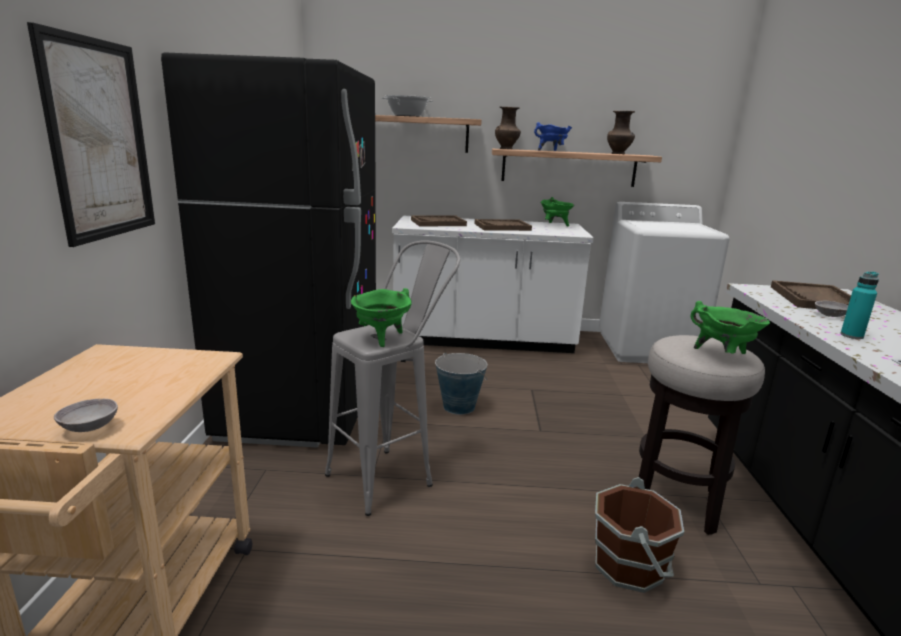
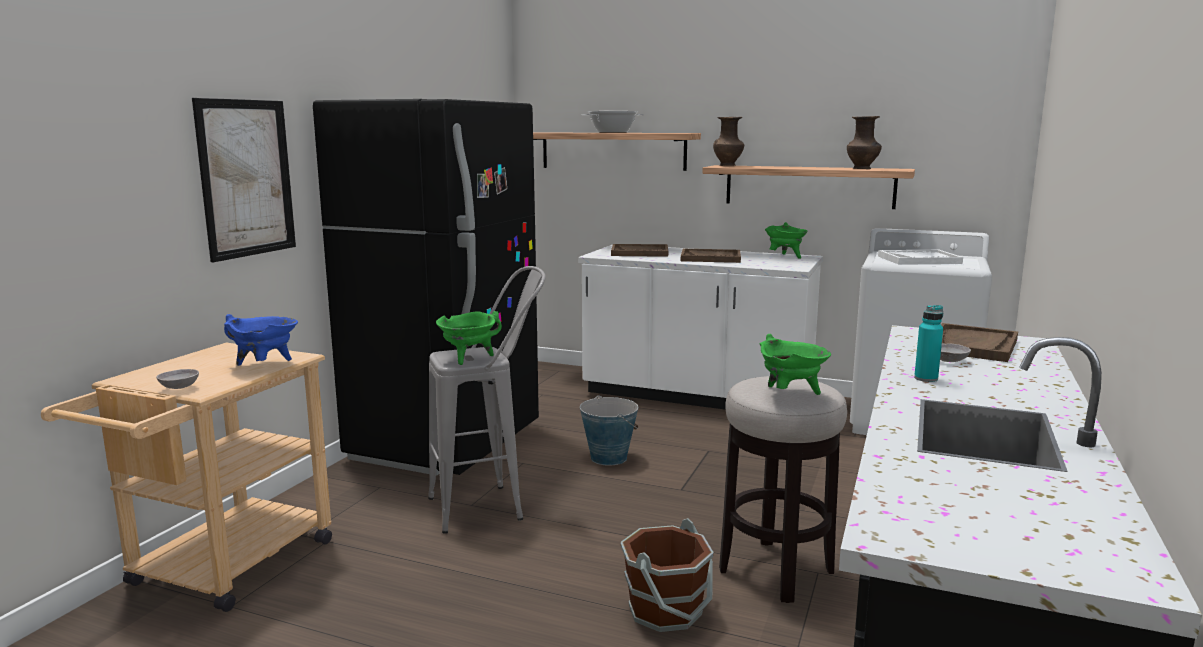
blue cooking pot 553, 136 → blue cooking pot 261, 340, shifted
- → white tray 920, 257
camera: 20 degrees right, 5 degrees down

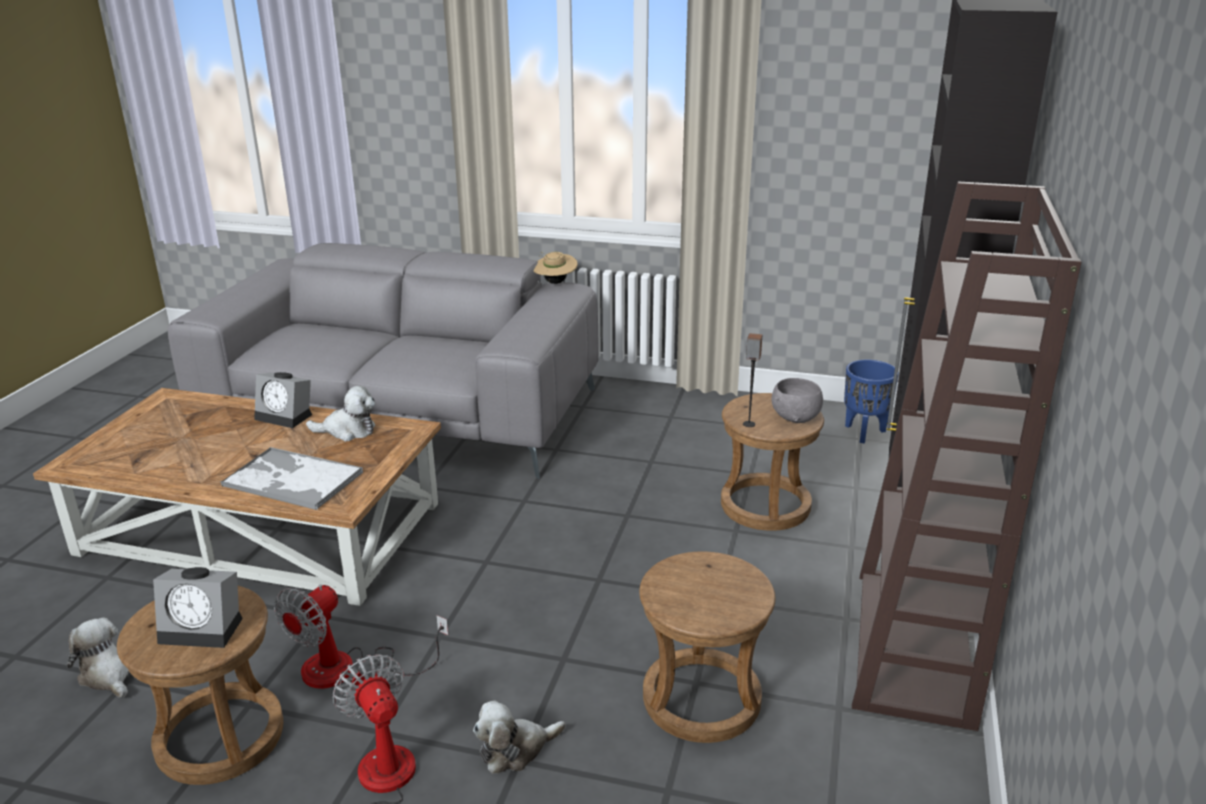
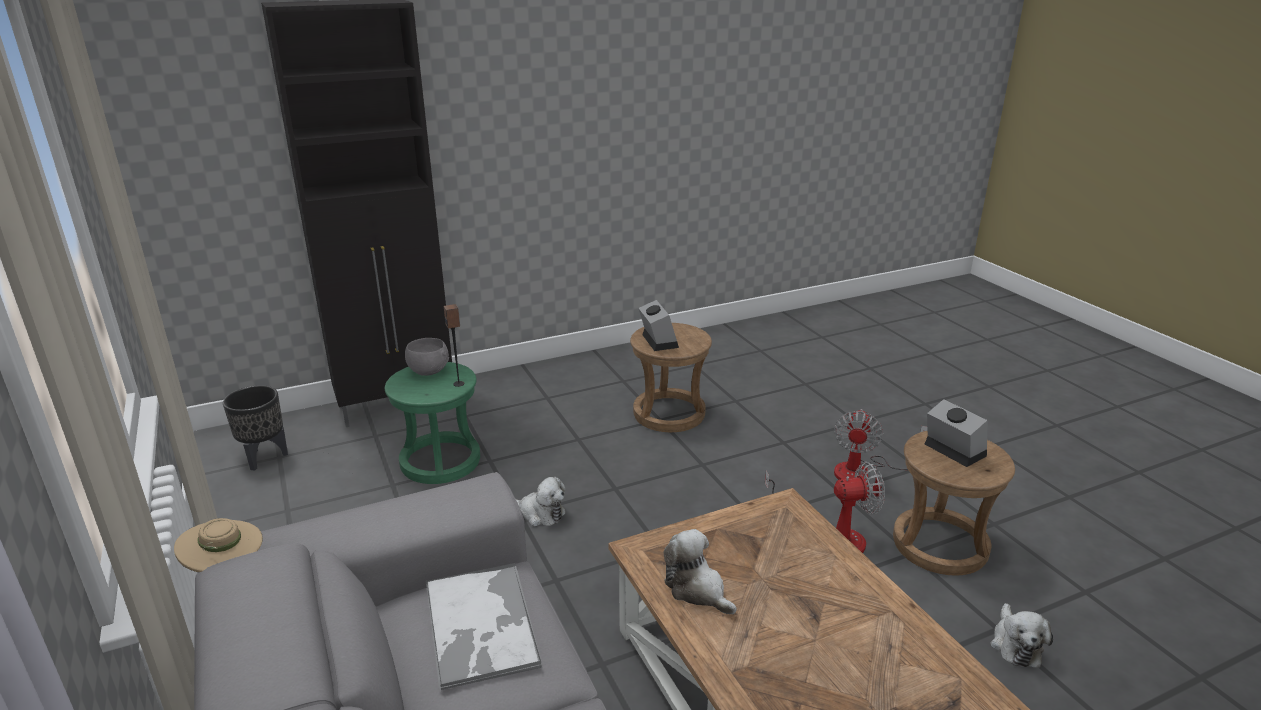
tray 291, 478 → tray 484, 626, shifted
alarm clock 283, 400 → alarm clock 658, 325, shifted
plush toy 519, 737 → plush toy 541, 502, shifted
brown stool 772, 462 → green stool 432, 423
blue planter 871, 401 → black planter 255, 427
brown bookcase 967, 456 → -
camera: 130 degrees left, 0 degrees up

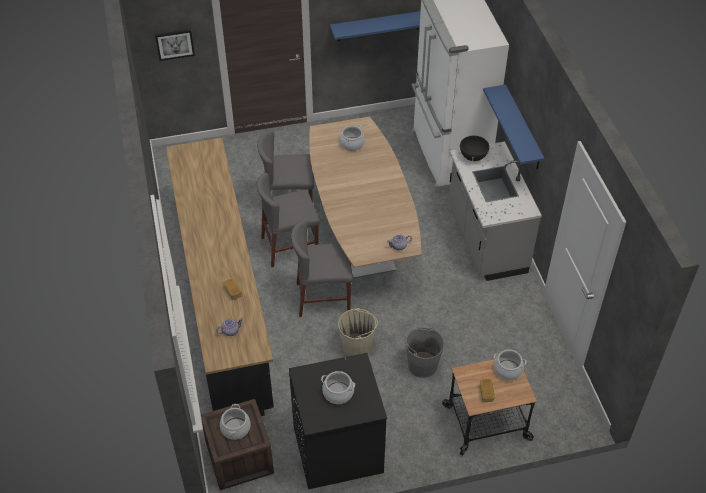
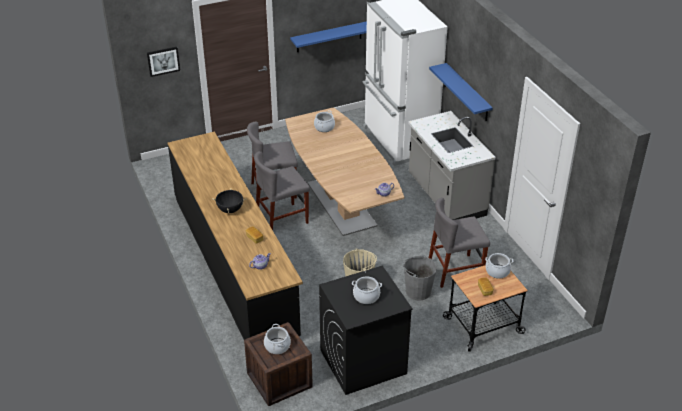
grey chair 322, 269 → grey chair 459, 243, shifted
black cooking pot 474, 147 → black cooking pot 229, 200, shifted
camera: 10 degrees left, 10 degrees down

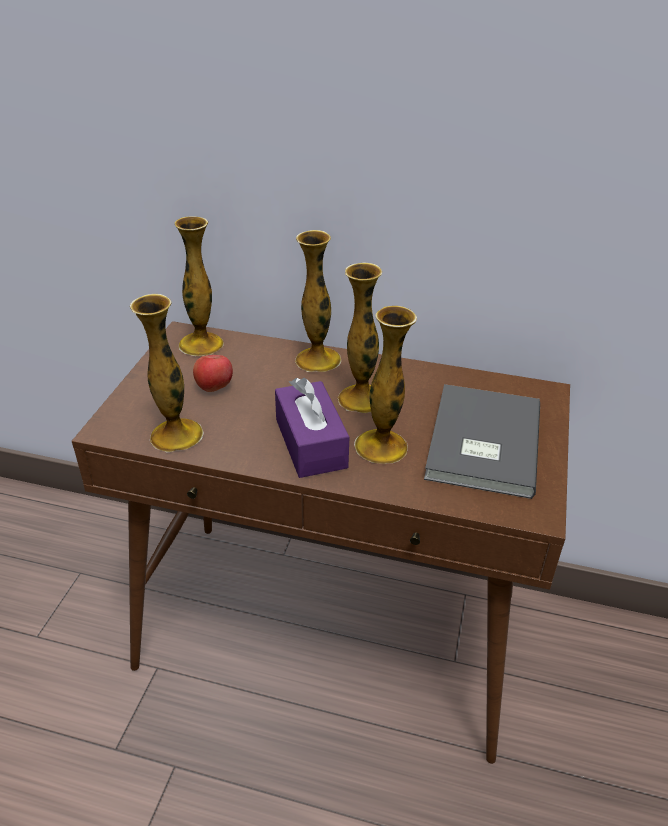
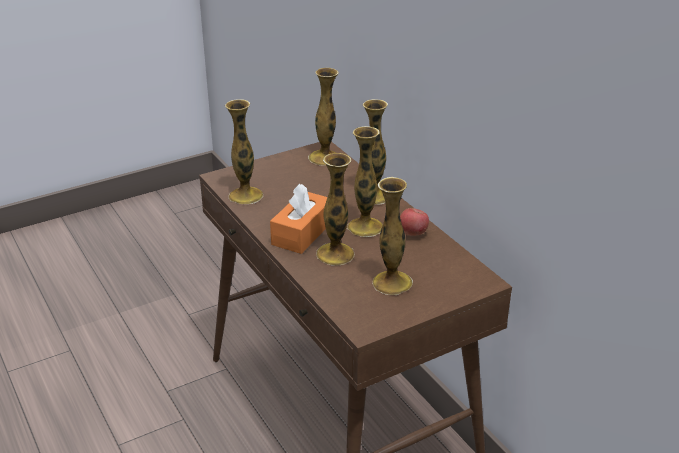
apple 213, 373 → apple 414, 222, shifted
purple tissue box 312, 428 → orange tissue box 298, 219
grey book 482, 441 → vase 392, 236
camera: 45 degrees right, 5 degrees down

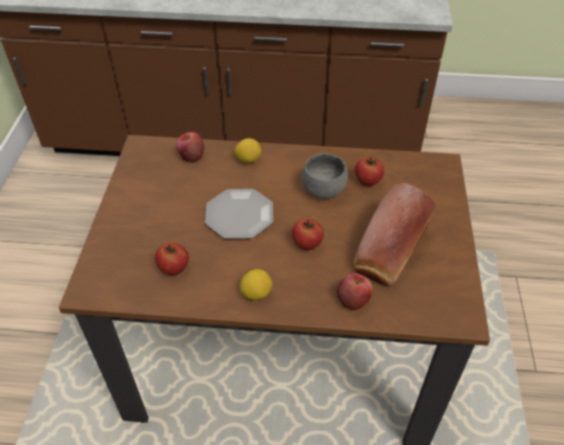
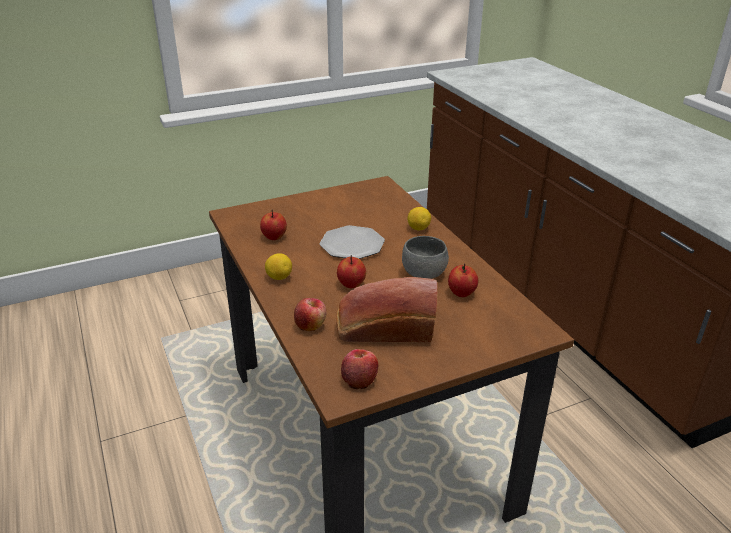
apple 190, 147 → apple 359, 369, shifted
camera: 60 degrees right, 15 degrees down

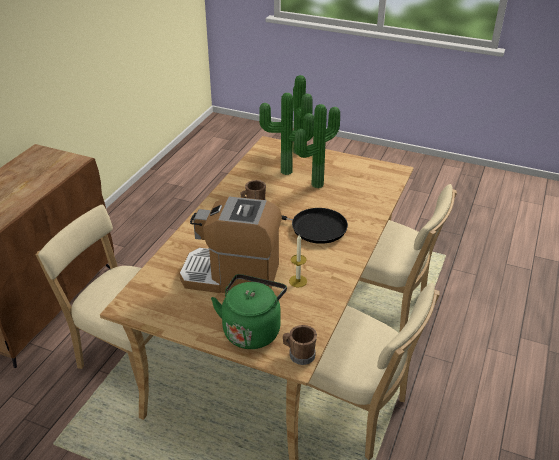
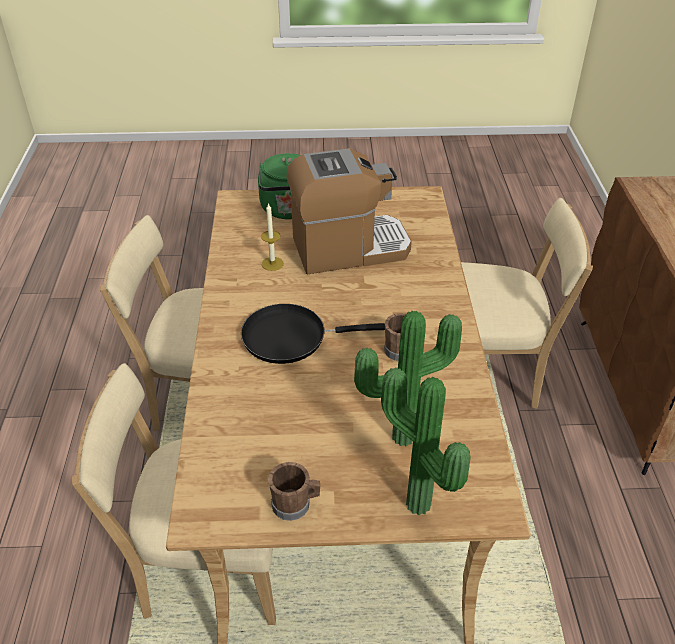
brown mug 300, 345 → brown mug 294, 491, shifted
potted plant 317, 146 → -
camera: 155 degrees right, 5 degrees up

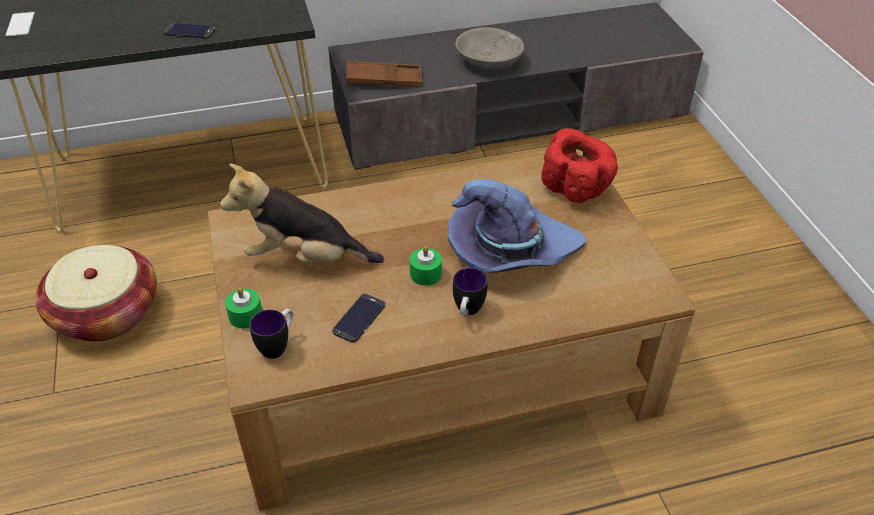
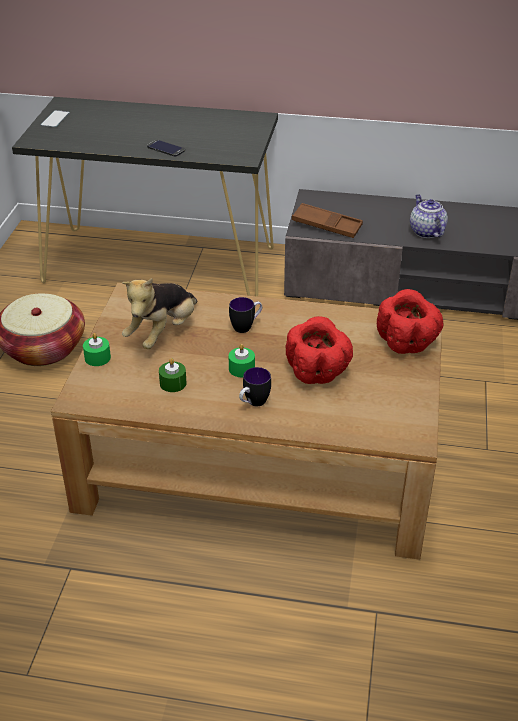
plush toy 302, 213 → plush toy 159, 313, 90 degrees counterclockwise
mug 271, 334 → mug 245, 315, shifted
phone 358, 318 → green candle 173, 375
purple hat 517, 226 → red bowl 319, 350
grey bowl 489, 48 → teapot 429, 216
camera: 25 degrees right, 5 degrees down

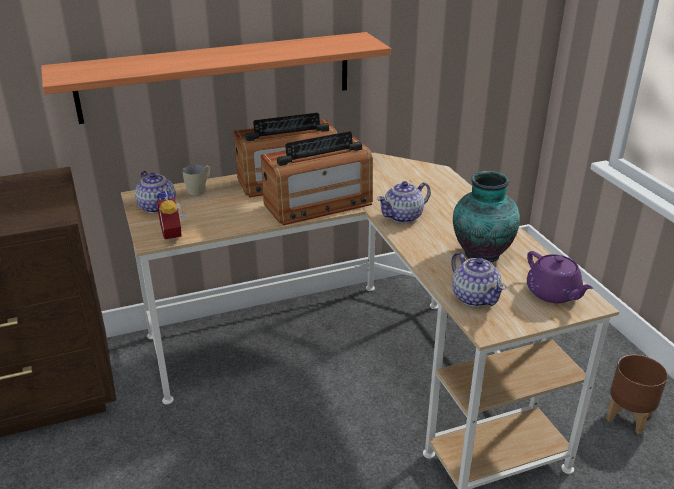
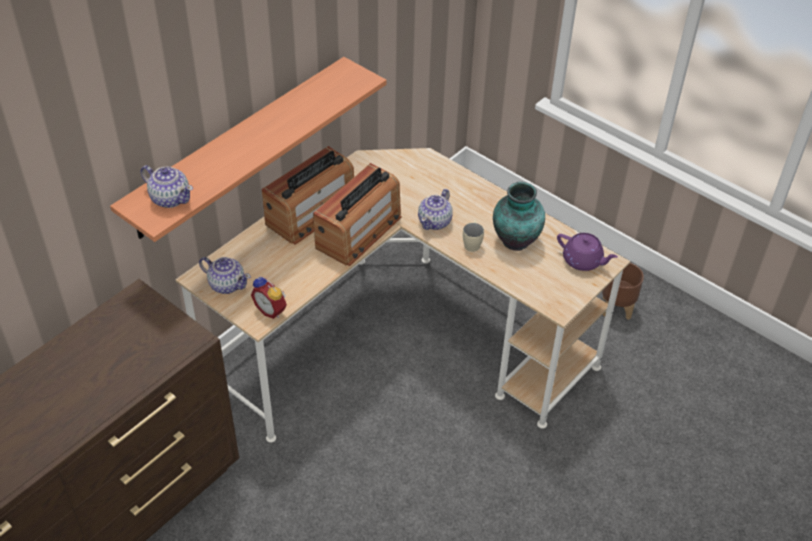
beige mug 196, 180 → beige mug 473, 236, shifted
teapot 478, 279 → teapot 167, 186, shifted
camera: 30 degrees left, 15 degrees up

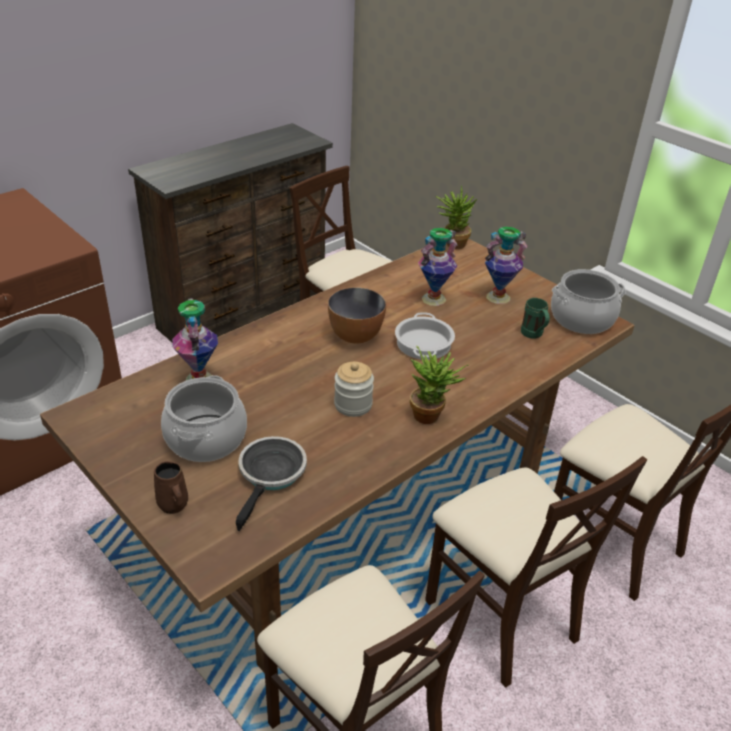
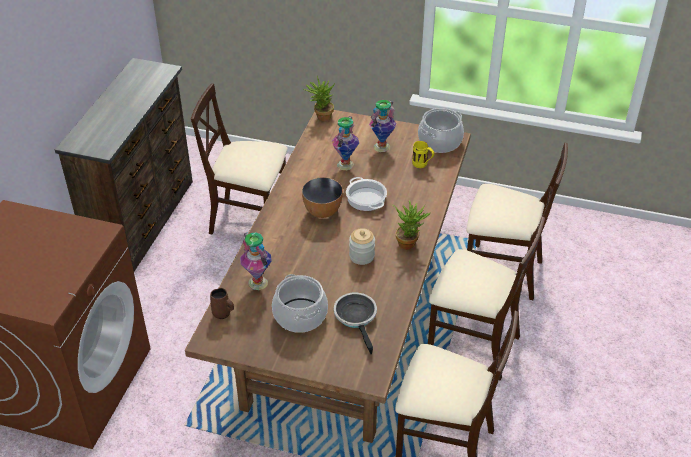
brown mug 171, 487 → brown mug 222, 303, shifted
green mug 535, 318 → yellow mug 423, 154
camera: 30 degrees left, 5 degrees up

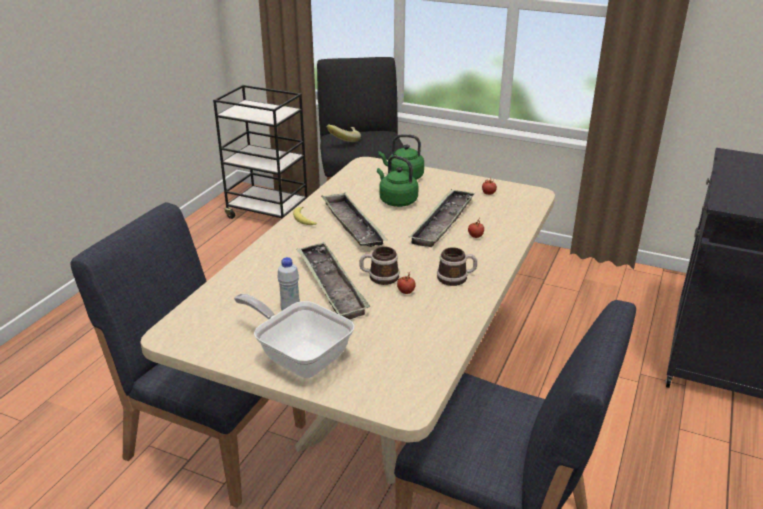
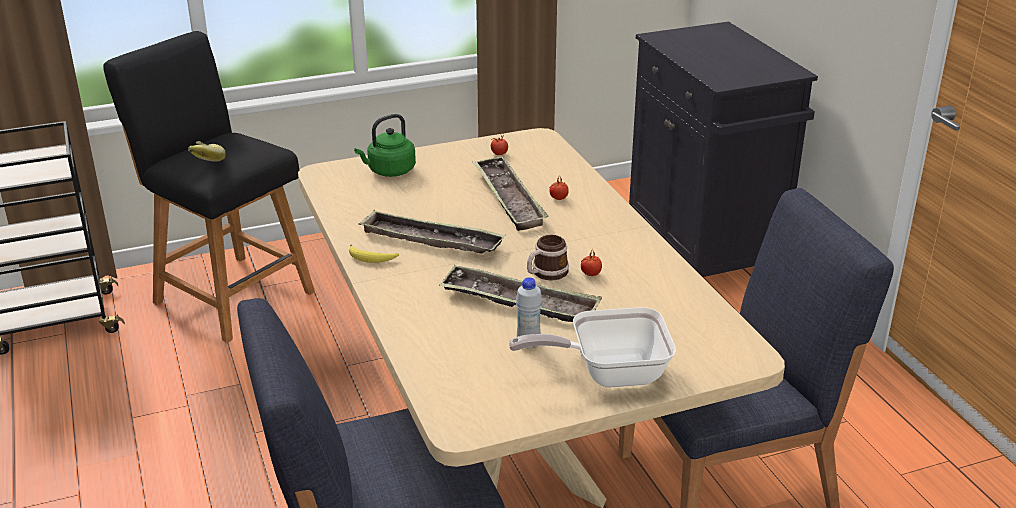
green kettle 398, 181 → -
mug 457, 266 → -
camera: 45 degrees left, 0 degrees up

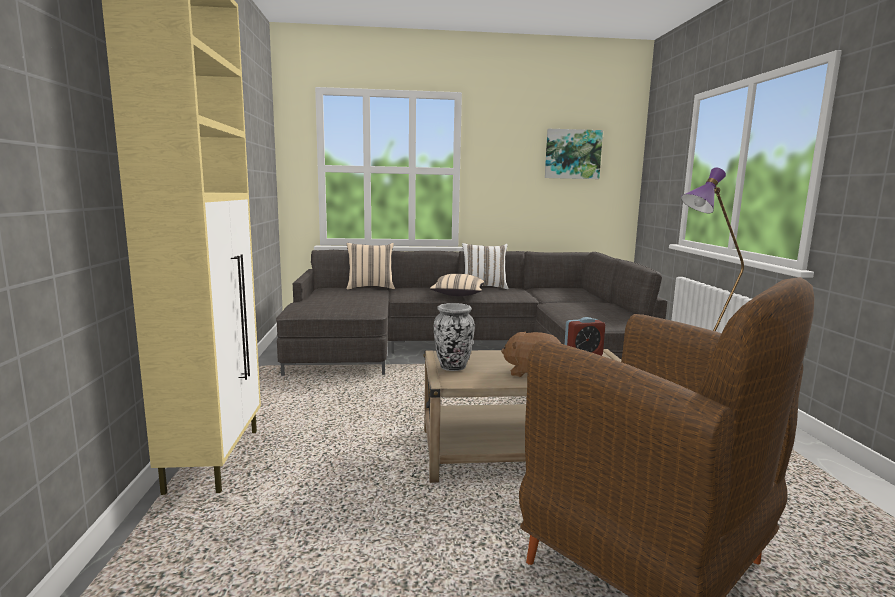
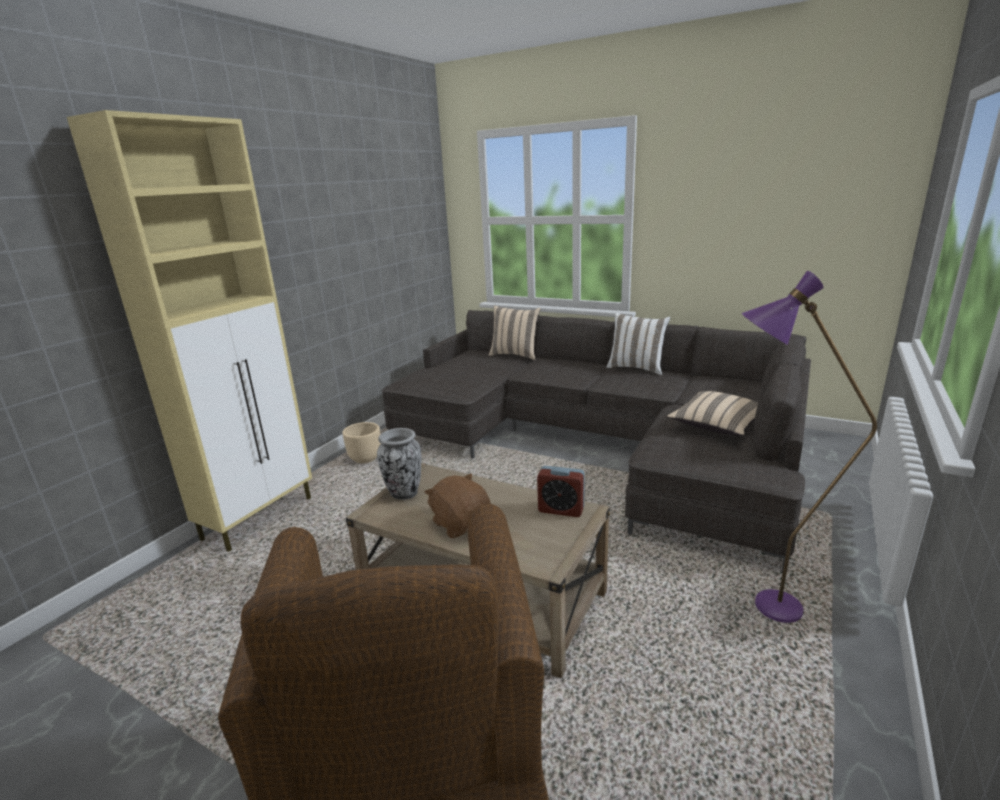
beige pillow 457, 285 → beige pillow 712, 413, shifted
picture 574, 154 → -
- → beige planter 361, 442
camera: 35 degrees right, 10 degrees up

